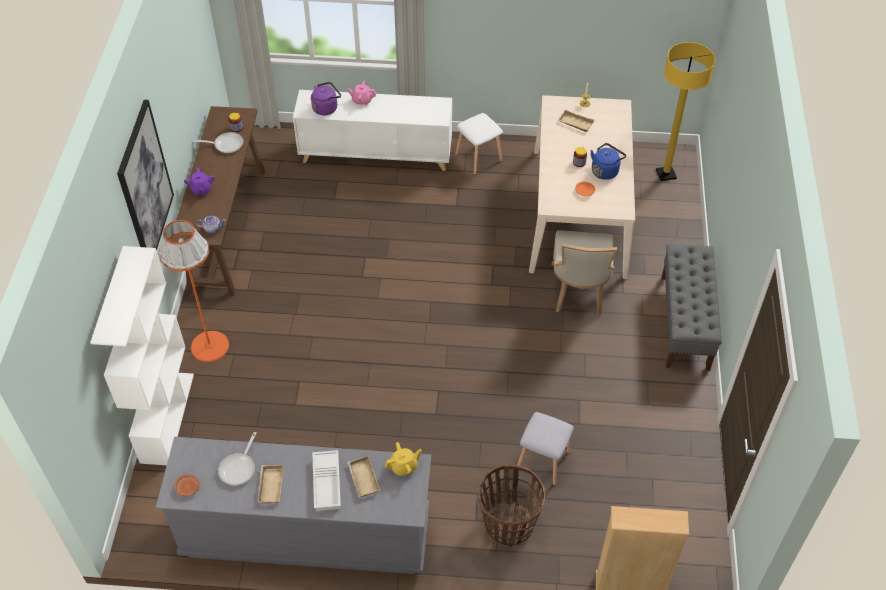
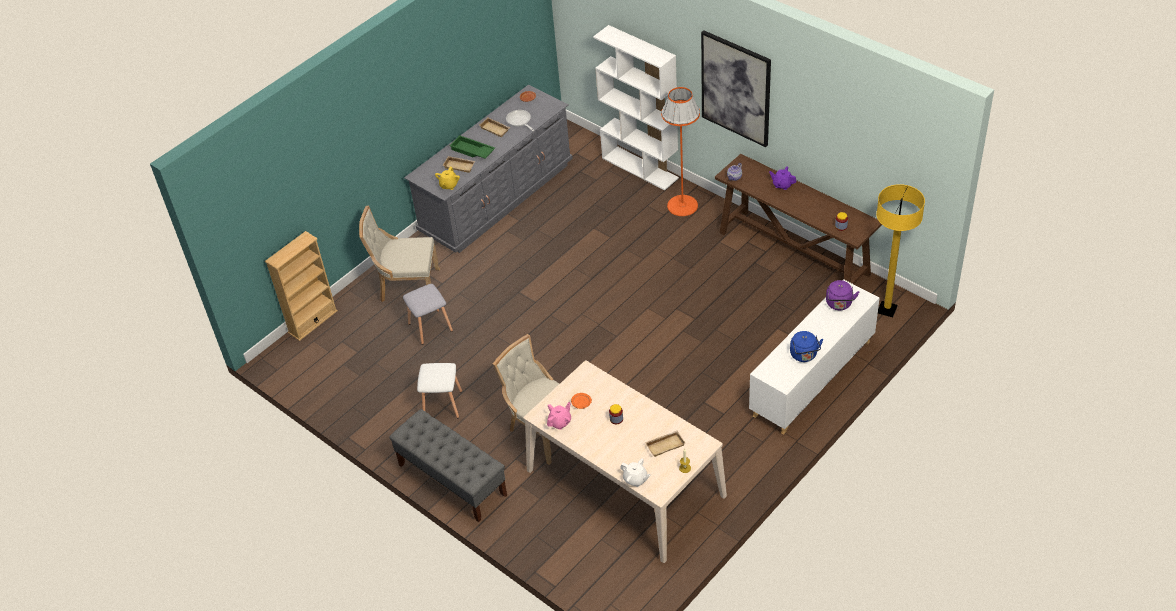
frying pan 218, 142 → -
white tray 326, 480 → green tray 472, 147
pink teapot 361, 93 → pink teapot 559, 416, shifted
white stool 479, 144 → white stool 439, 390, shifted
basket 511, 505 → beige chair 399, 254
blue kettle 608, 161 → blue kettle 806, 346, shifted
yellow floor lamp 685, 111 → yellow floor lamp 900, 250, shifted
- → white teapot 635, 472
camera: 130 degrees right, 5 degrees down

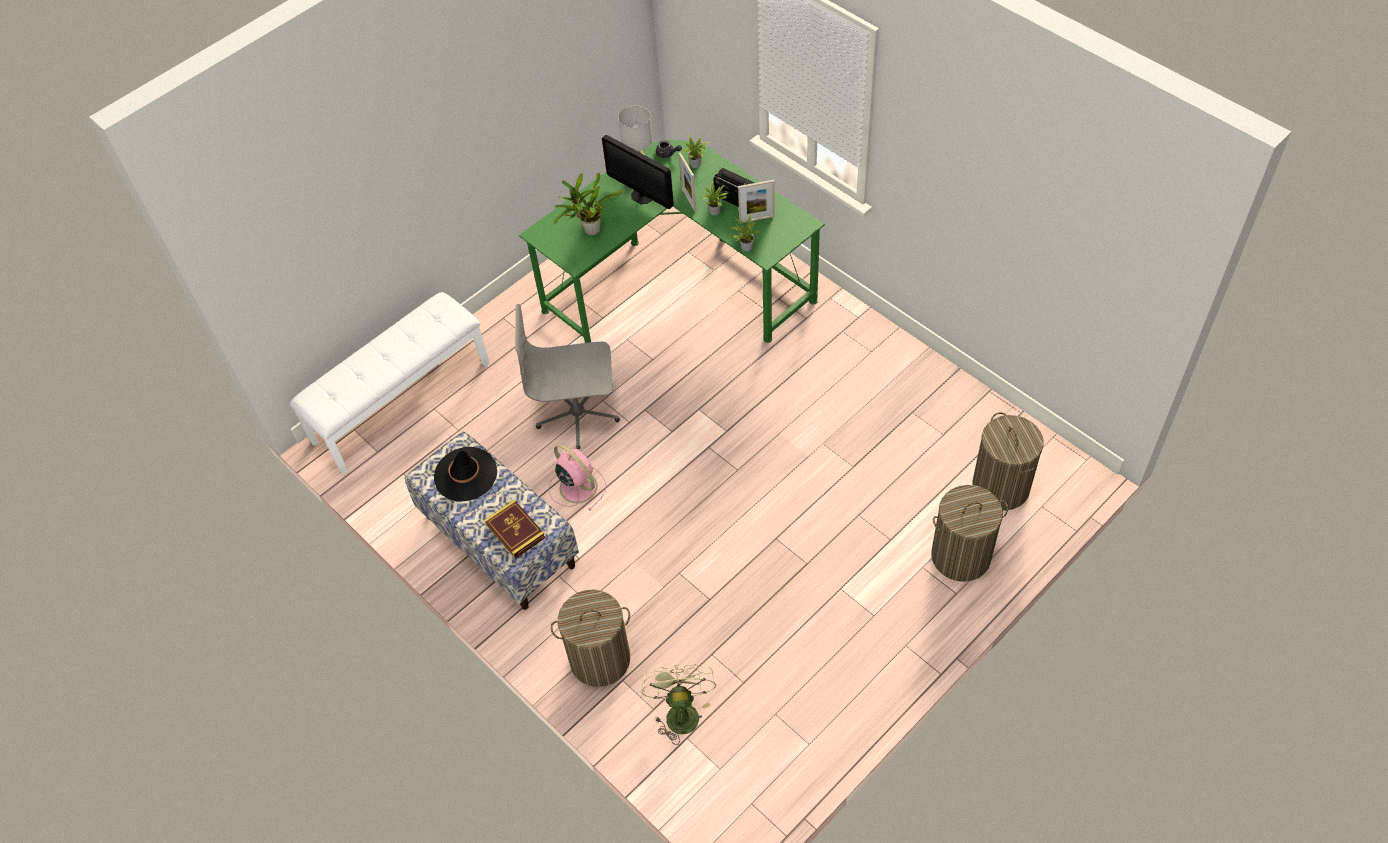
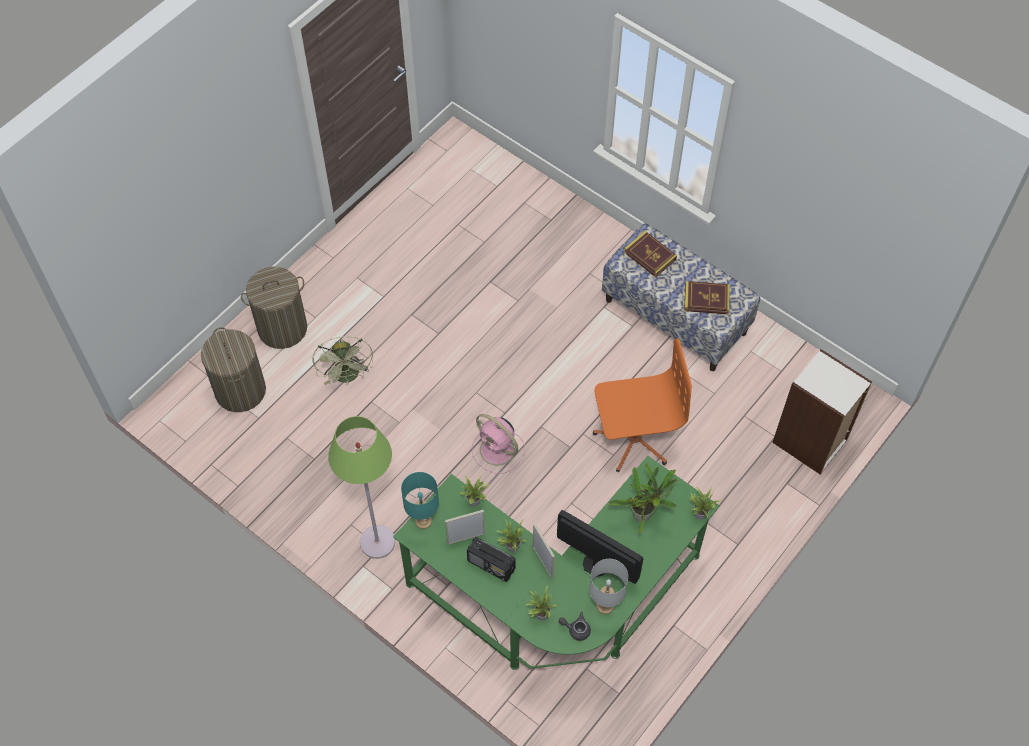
white bench 389, 383 → bookcase 822, 412
black hat 465, 474 → book 707, 297
grey office chair 567, 376 → orange office chair 642, 405
pink fan 577, 477 → pink fan 498, 444, shifted
laundry basket 590, 638 → -
green fan 678, 704 → green fan 343, 360, shifted
- → green floor lamp 361, 487
- → turquoise table lamp 420, 500
- → potted plant 705, 503
camera: 170 degrees right, 5 degrees up

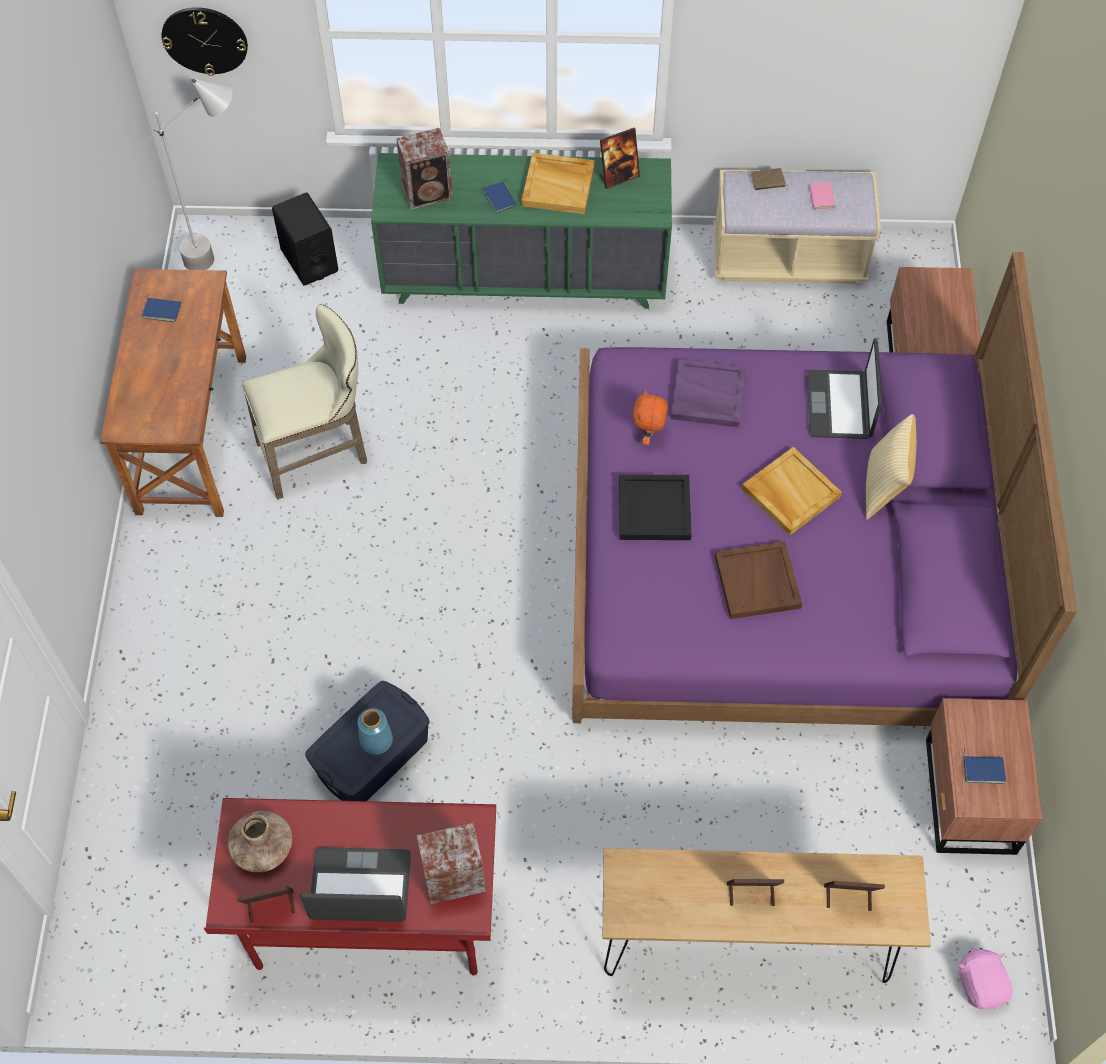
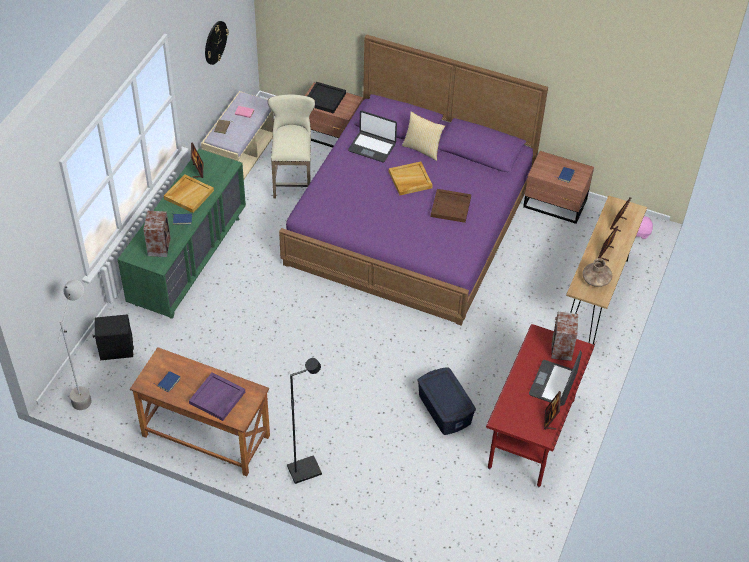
wall clock 205, 41 → wall clock 217, 43, shifted
brown vase 260, 842 → brown vase 597, 272, shifted
beige stool 304, 402 → beige stool 291, 146, shifted
blue vase 375, 731 → -
black tray 655, 507 → black tray 327, 98, shifted
orange plush toy 650, 417 → -
purple tray 708, 393 → purple tray 217, 397, shifted
- → black floor lamp 304, 421
camera: 70 degrees left, 10 degrees down

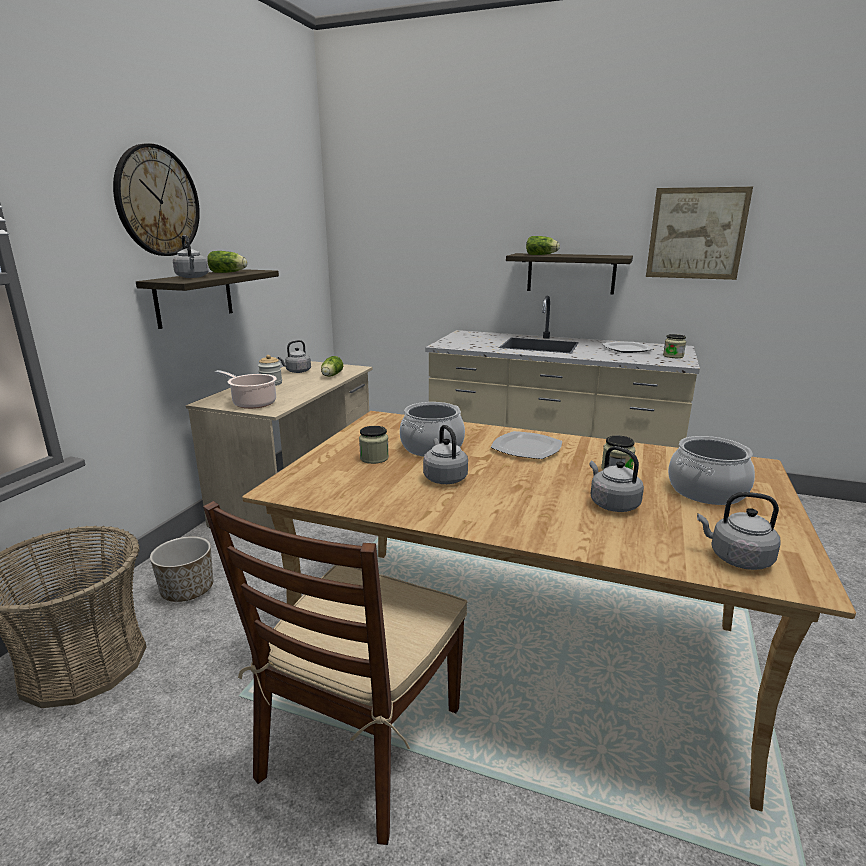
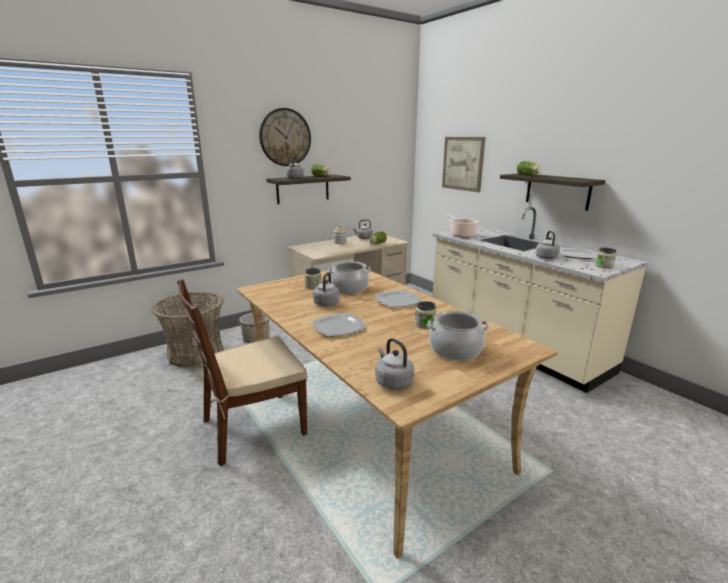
cooking pot 246, 389 → cooking pot 461, 226, shifted
grey kettle 616, 479 → grey kettle 547, 245, shifted
picture 699, 233 → picture 463, 164, shifted
- → plate 339, 325
camera: 35 degrees right, 0 degrees up

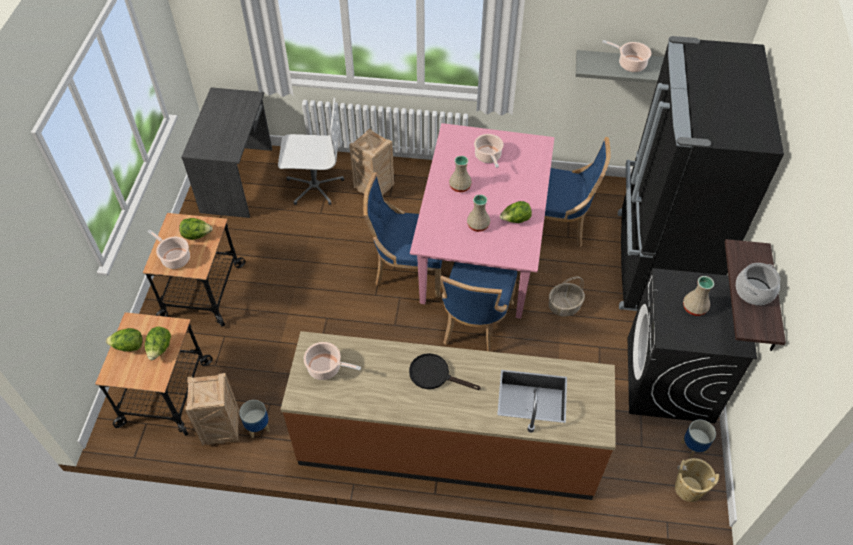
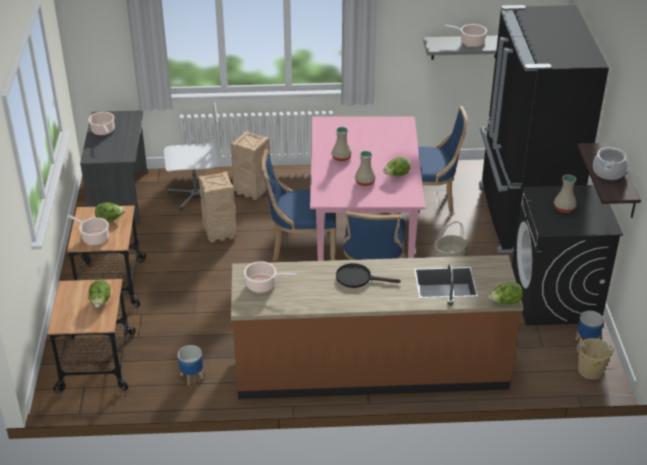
lettuce 124, 339 → lettuce 506, 293, shifted
crate 212, 409 → crate 218, 207, shifted
cooking pot 489, 151 → cooking pot 101, 123, shifted
camera: 10 degrees left, 15 degrees down

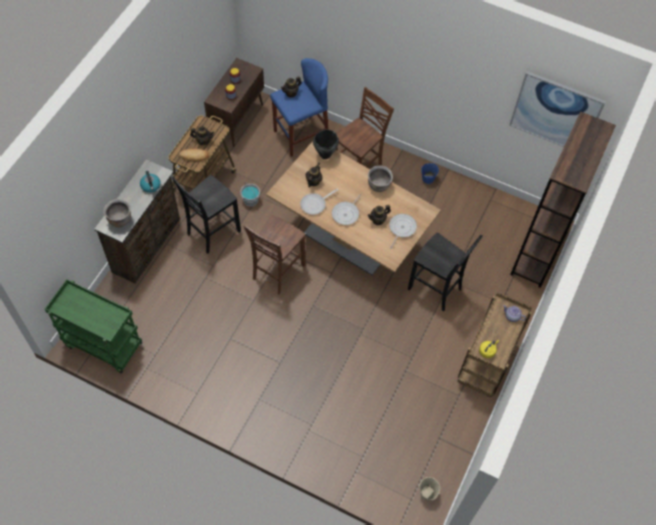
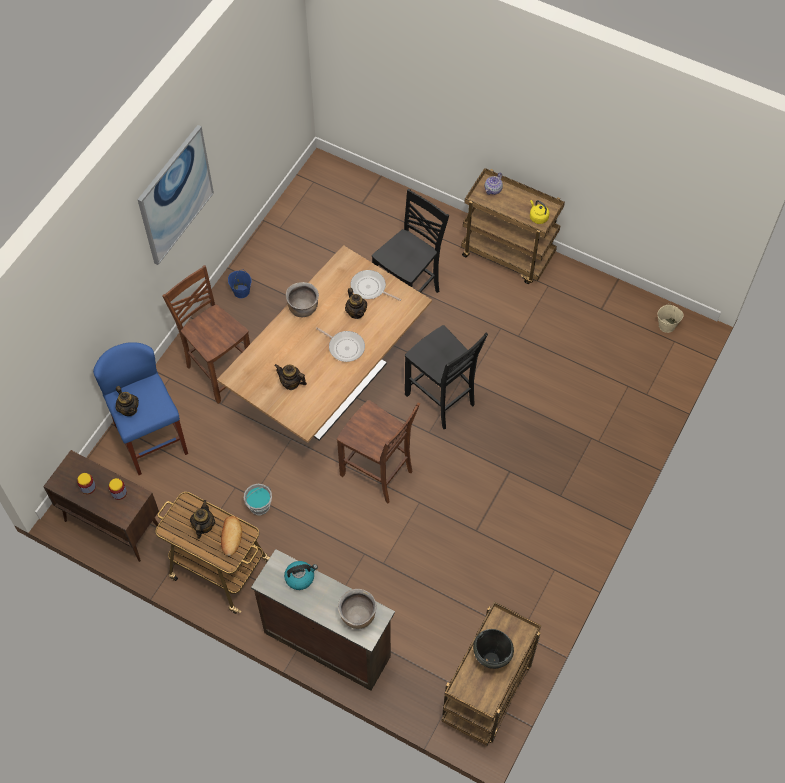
green cart 93, 326 → brown cart 491, 674
black chair 206, 214 → black chair 446, 377, shifted
frying pan 319, 202 → -
black cooking pot 326, 144 → black cooking pot 493, 649, shifted
picture 557, 109 → picture 175, 195, shifted
brown bookcase 563, 199 → -
camera: 85 degrees left, 0 degrees up

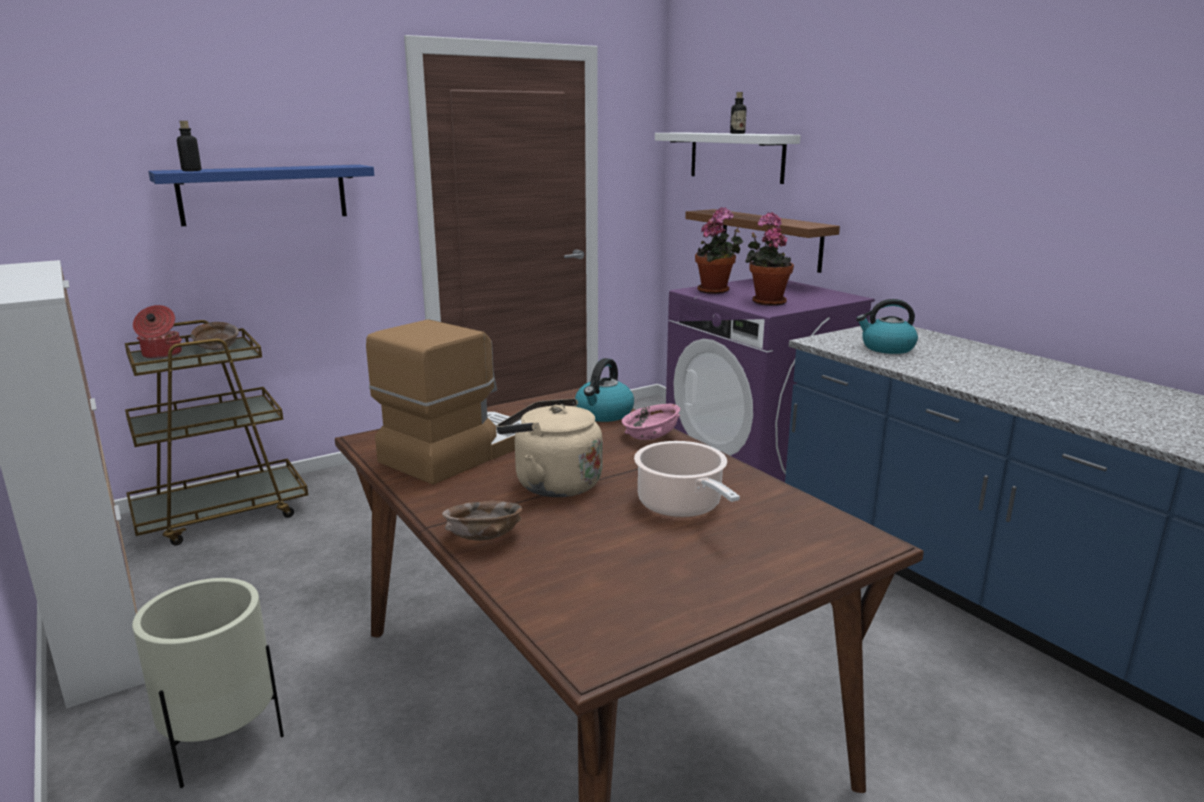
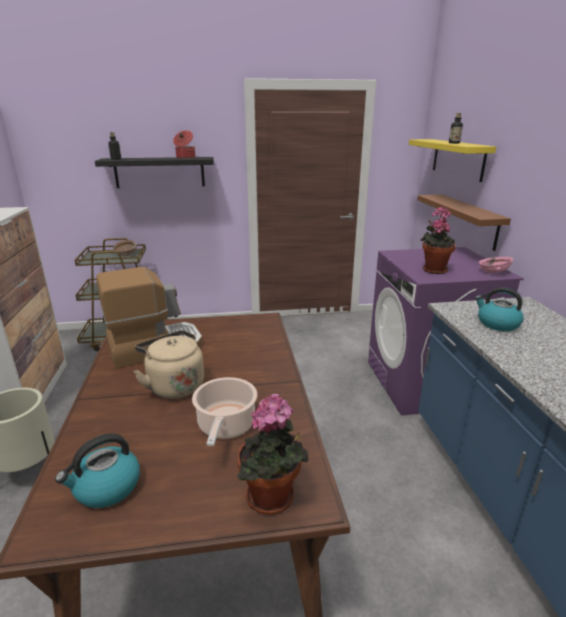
cooking pot 157, 332 → cooking pot 184, 144, shifted
blue shelf 261, 195 → black shelf 154, 172
brown bowl 482, 521 → -
kettle 604, 390 → kettle 97, 470, shifted
pink bowl 651, 422 → pink bowl 496, 265, shifted
white shelf 728, 158 → yellow shelf 452, 160
potted plant 719, 250 → potted plant 272, 454, shifted
camera: 25 degrees right, 5 degrees up

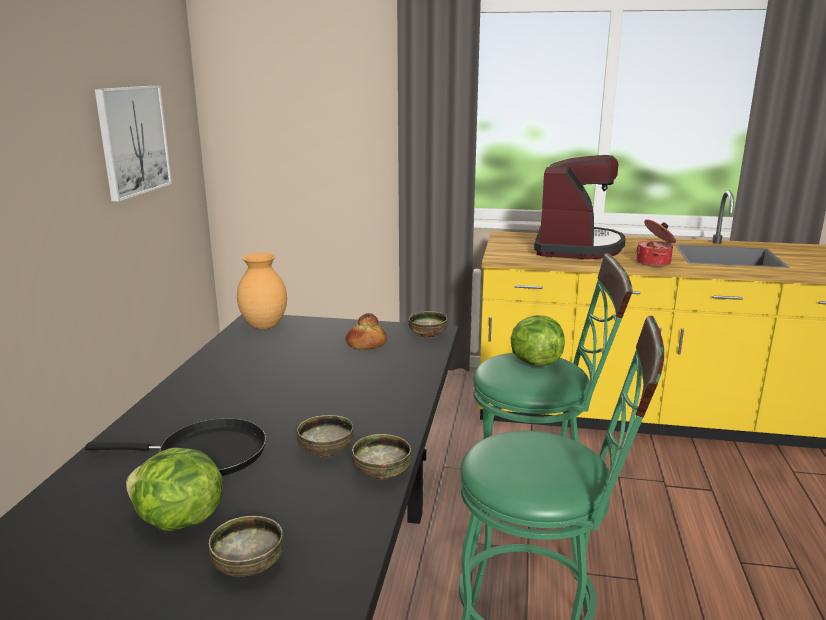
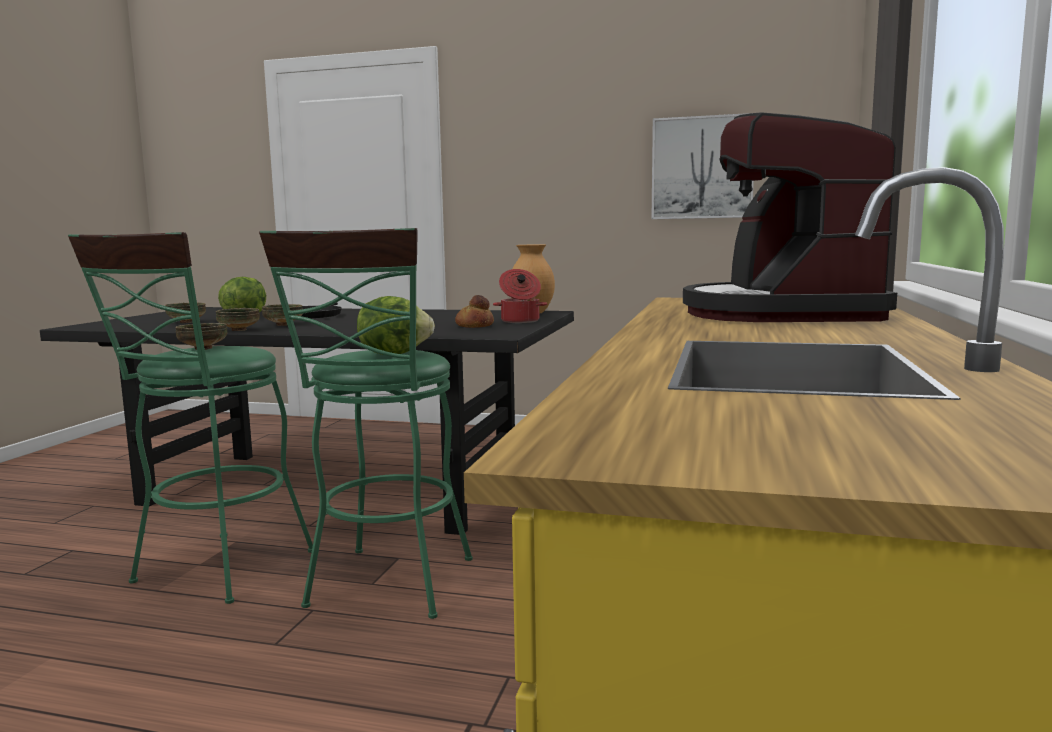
bowl 428, 324 → bowl 201, 336, shifted
coffee machine 580, 207 → coffee machine 790, 217, 75 degrees clockwise
cooking pot 656, 243 → cooking pot 520, 296, shifted
camera: 95 degrees right, 10 degrees down

